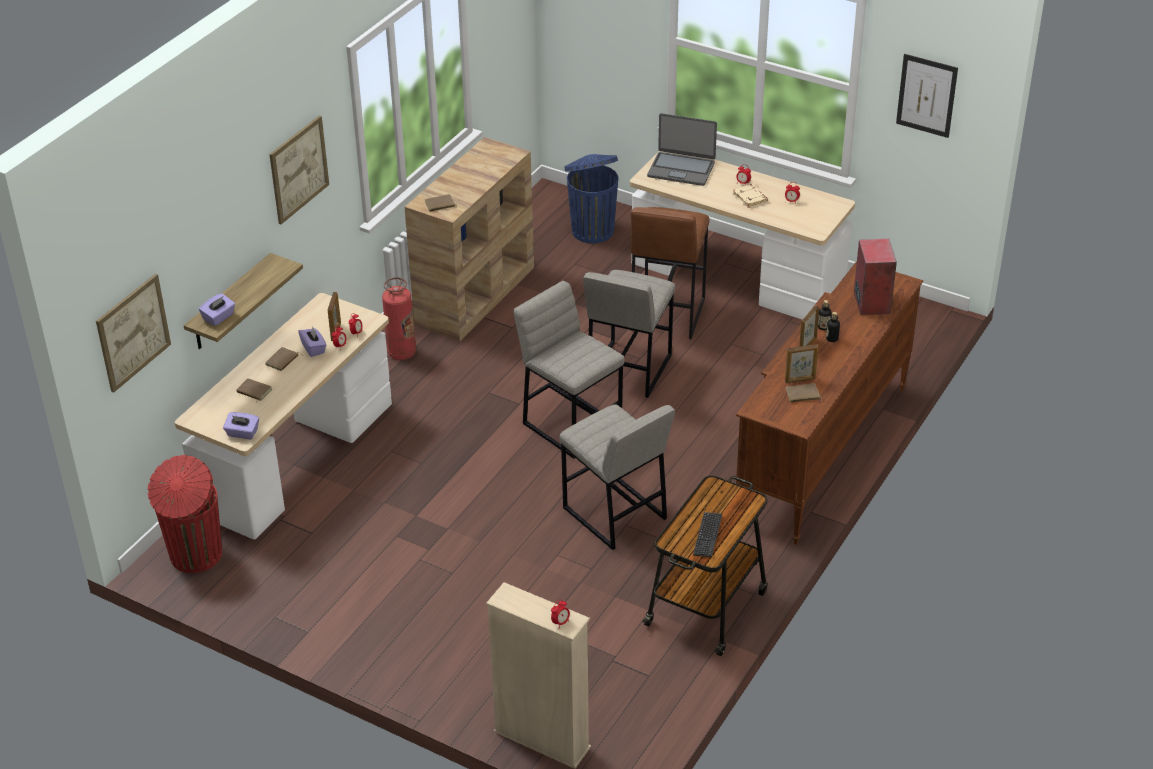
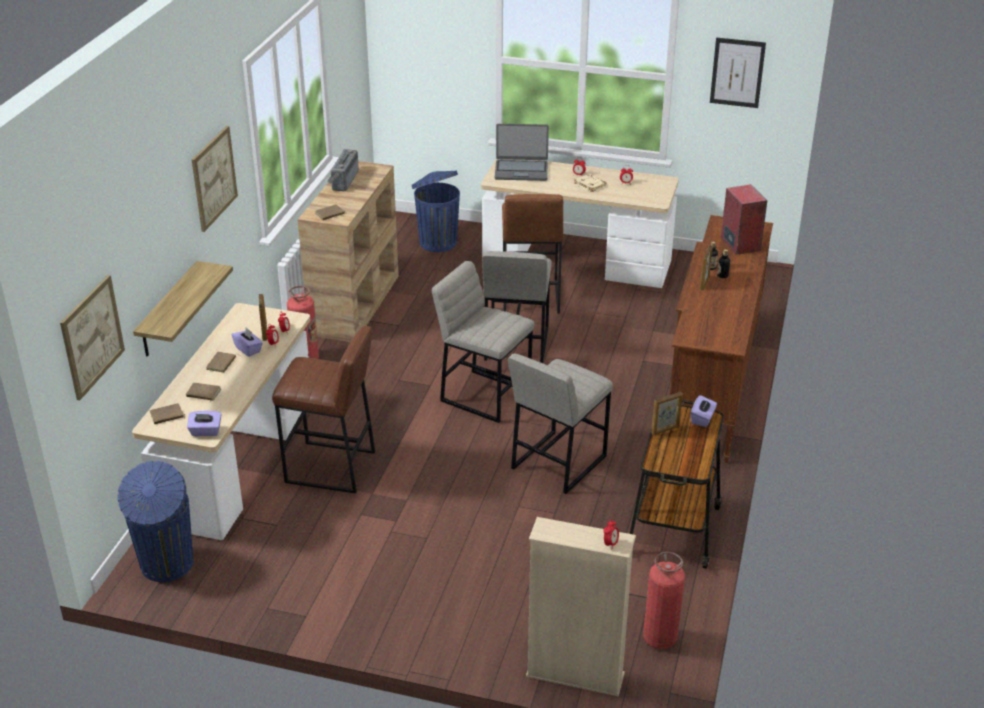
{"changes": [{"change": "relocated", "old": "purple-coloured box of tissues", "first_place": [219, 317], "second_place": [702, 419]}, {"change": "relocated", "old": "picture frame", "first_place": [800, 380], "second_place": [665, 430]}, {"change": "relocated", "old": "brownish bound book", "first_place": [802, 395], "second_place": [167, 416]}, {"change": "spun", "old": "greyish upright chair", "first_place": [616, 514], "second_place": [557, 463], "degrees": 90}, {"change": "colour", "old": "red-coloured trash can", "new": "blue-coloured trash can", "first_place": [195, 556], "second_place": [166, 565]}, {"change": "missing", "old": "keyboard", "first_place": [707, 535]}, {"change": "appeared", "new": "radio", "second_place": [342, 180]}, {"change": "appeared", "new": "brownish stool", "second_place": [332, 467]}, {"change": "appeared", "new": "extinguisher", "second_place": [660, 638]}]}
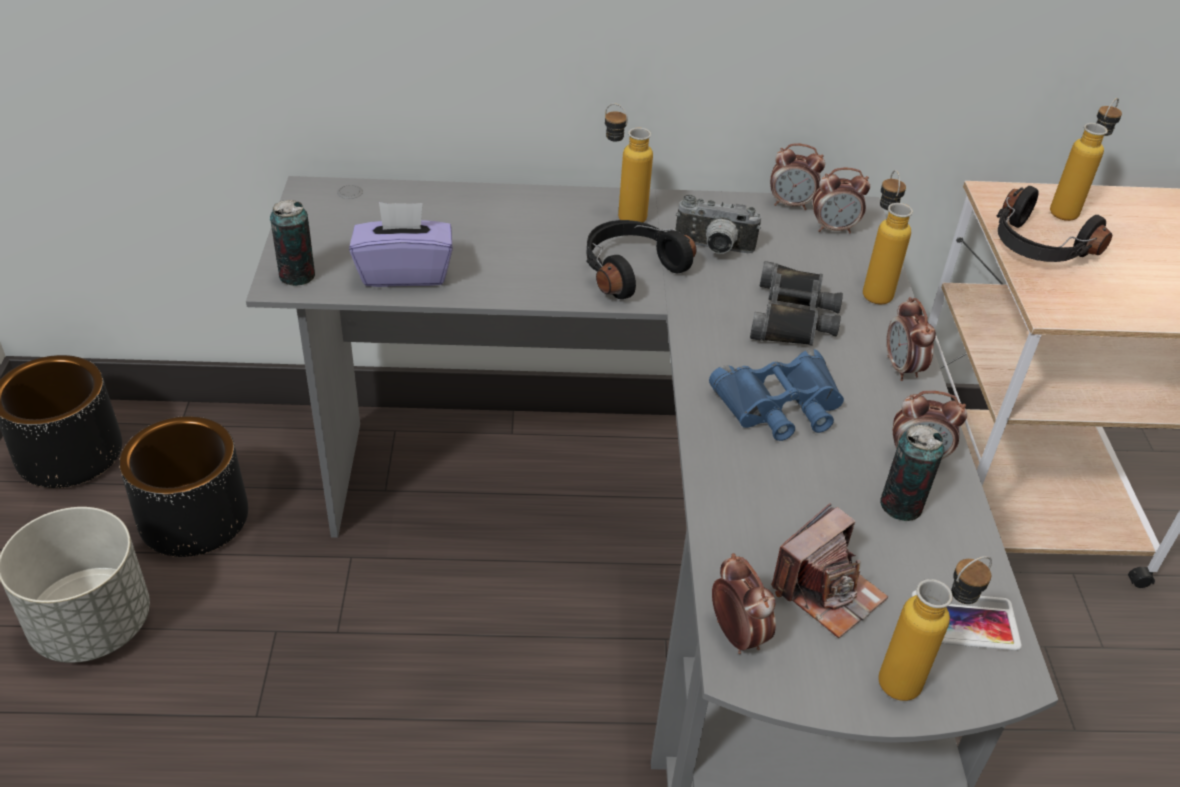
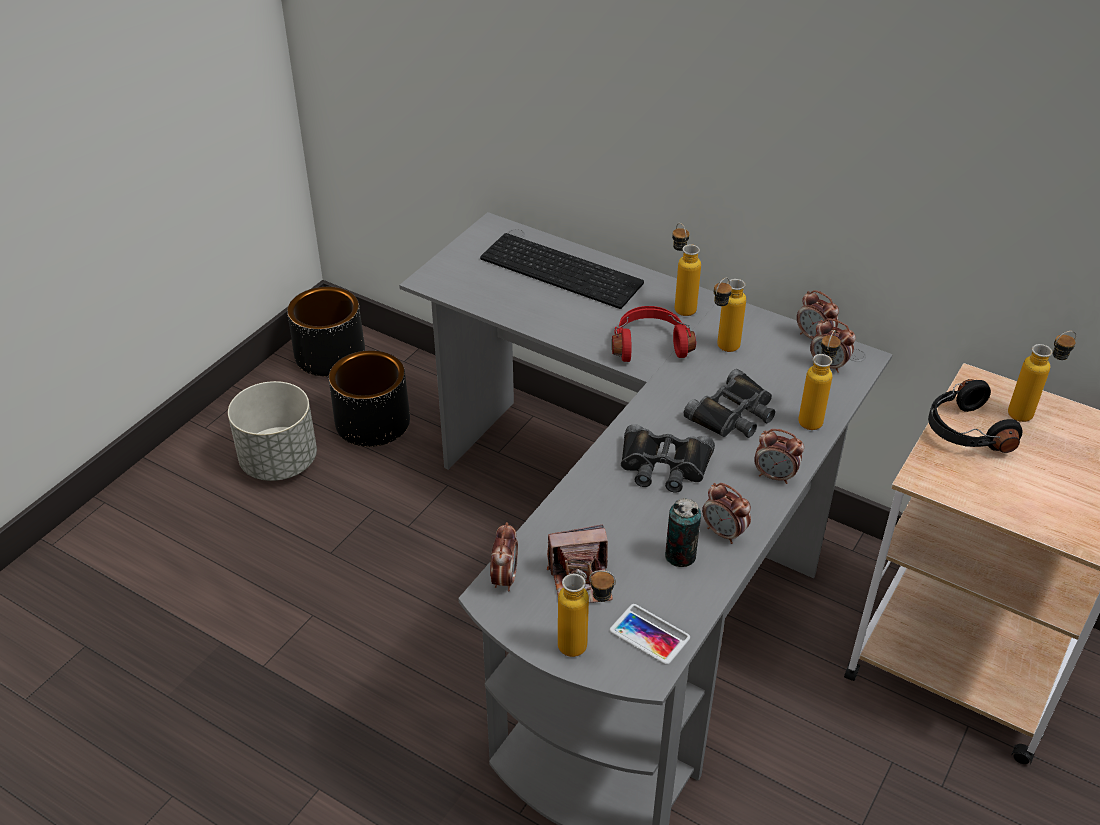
{"changes": [{"change": "exchanged", "old": "still camera", "new": "drink bottle", "first_place": [713, 249], "second_place": [722, 350]}, {"change": "missing", "old": "sealed can", "first_place": [297, 276]}, {"change": "missing", "old": "purple-coloured box of tissues", "first_place": [404, 272]}, {"change": "colour", "old": "black pair of headphones", "new": "red-coloured pair of headphones", "first_place": [629, 269], "second_place": [649, 344]}, {"change": "spun", "old": "table clock", "first_place": [902, 369], "second_place": [775, 476], "degrees": -90}, {"change": "colour", "old": "blue-coloured field glasses", "new": "black field glasses", "first_place": [780, 405], "second_place": [663, 466]}, {"change": "appeared", "new": "keyboard", "second_place": [564, 270]}]}
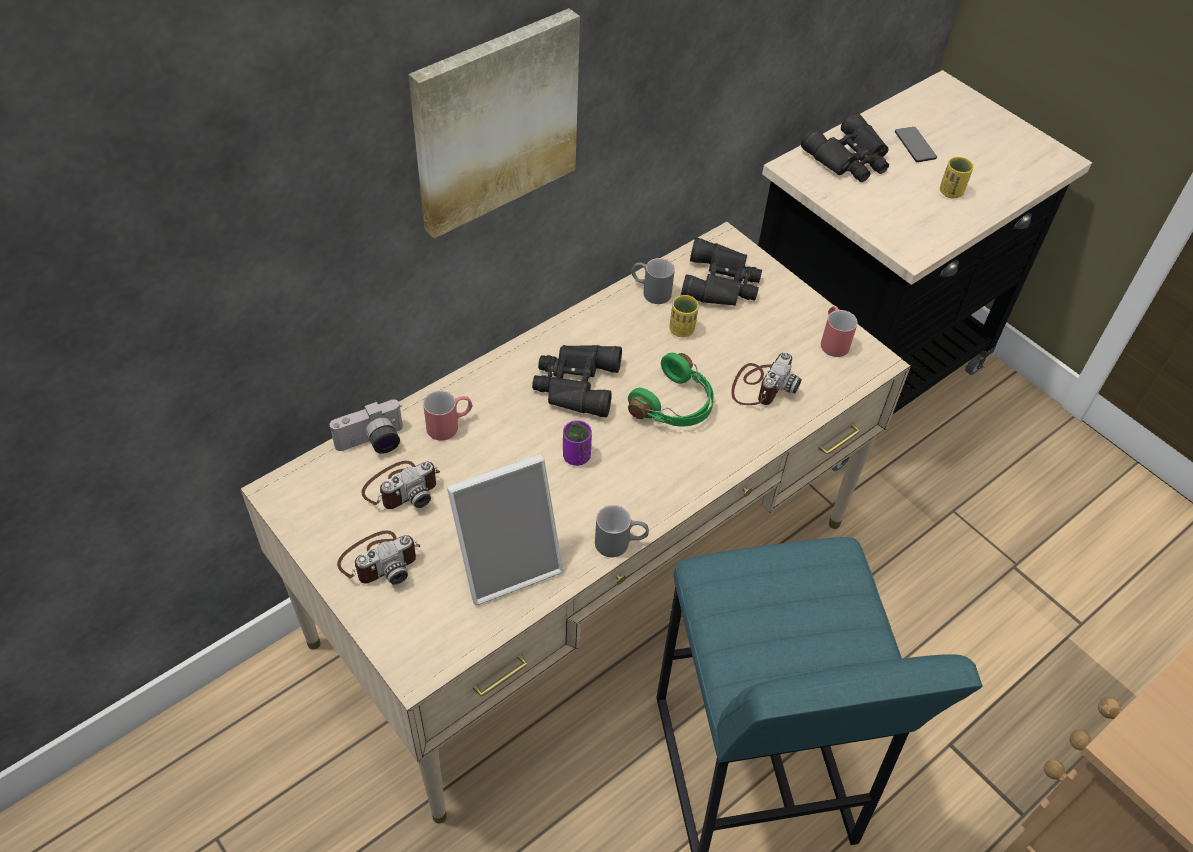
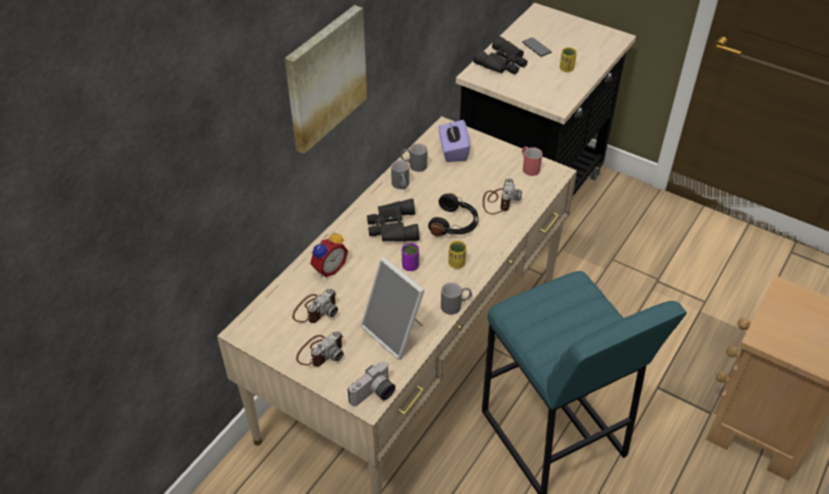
{"changes": [{"change": "exchanged", "old": "black field glasses", "new": "purple-coloured box of tissues", "first_place": [722, 283], "second_place": [453, 151]}, {"change": "relocated", "old": "yellow cup", "first_place": [681, 330], "second_place": [456, 263]}, {"change": "colour", "old": "green-coloured pair of headphones", "new": "black pair of headphones", "first_place": [675, 405], "second_place": [455, 224]}, {"change": "exchanged", "old": "red-coloured mug", "new": "table clock", "first_place": [450, 425], "second_place": [328, 268]}, {"change": "relocated", "old": "still camera", "first_place": [372, 443], "second_place": [374, 395]}, {"change": "spun", "old": "picture frame", "first_place": [507, 562], "second_place": [395, 332], "degrees": 90}, {"change": "appeared", "new": "greyish mug", "second_place": [401, 186]}]}
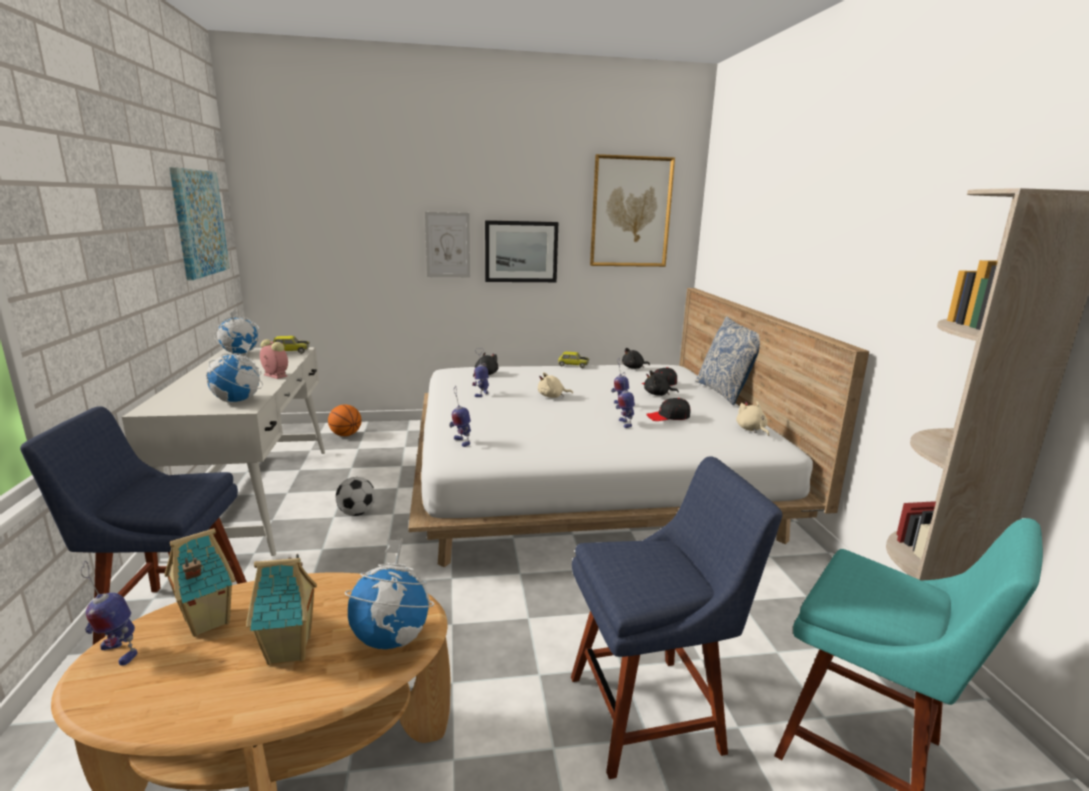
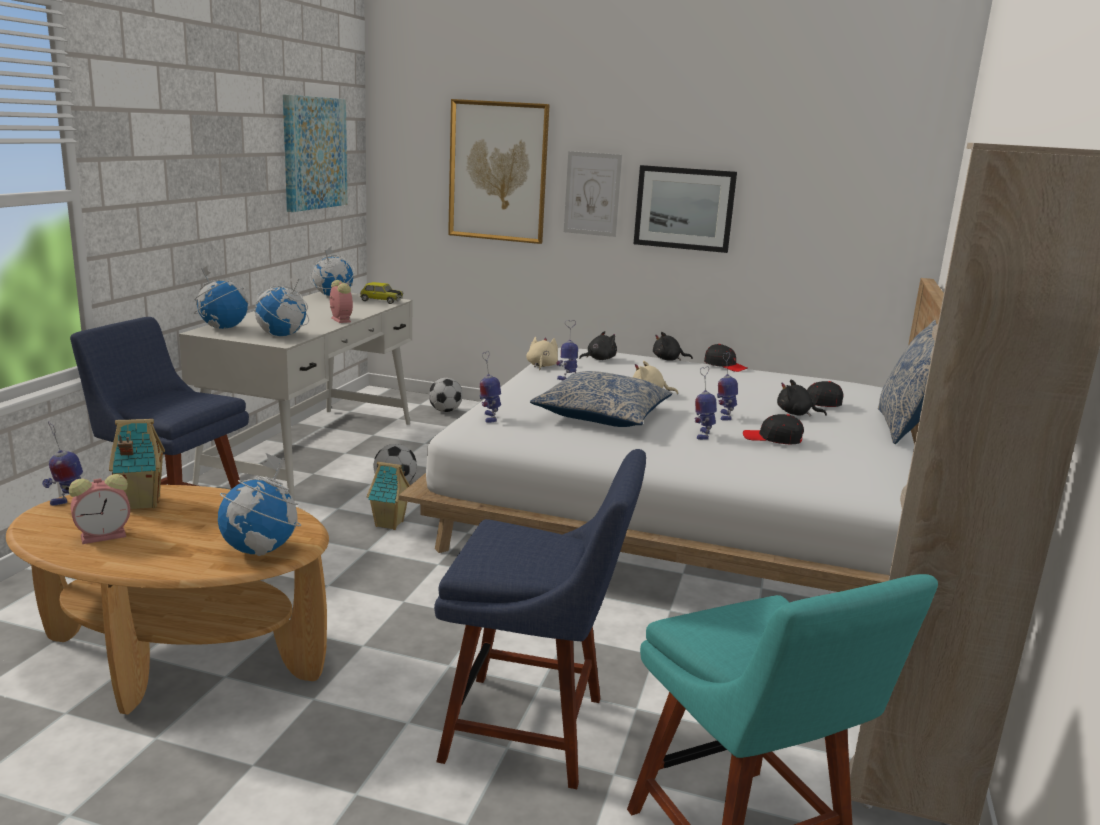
{"changes": [{"change": "relocated", "old": "wall picture", "first_place": [630, 212], "second_place": [498, 171]}, {"change": "relocated", "old": "black plush toy", "first_place": [634, 368], "second_place": [668, 359]}, {"change": "exchanged", "old": "model car", "new": "black peaked cap", "first_place": [573, 365], "second_place": [725, 366]}, {"change": "relocated", "old": "beige plush toy", "first_place": [751, 429], "second_place": [541, 366]}, {"change": "exchanged", "old": "ball for basketball", "new": "football ball", "first_place": [346, 435], "second_place": [445, 411]}, {"change": "relocated", "old": "toy house", "first_place": [290, 651], "second_place": [390, 524]}, {"change": "spun", "old": "robot figure", "first_place": [117, 653], "second_place": [69, 505], "degrees": -45}, {"change": "appeared", "new": "desk globe", "second_place": [223, 328]}, {"change": "appeared", "new": "cushion", "second_place": [602, 414]}, {"change": "appeared", "new": "table clock", "second_place": [105, 535]}]}
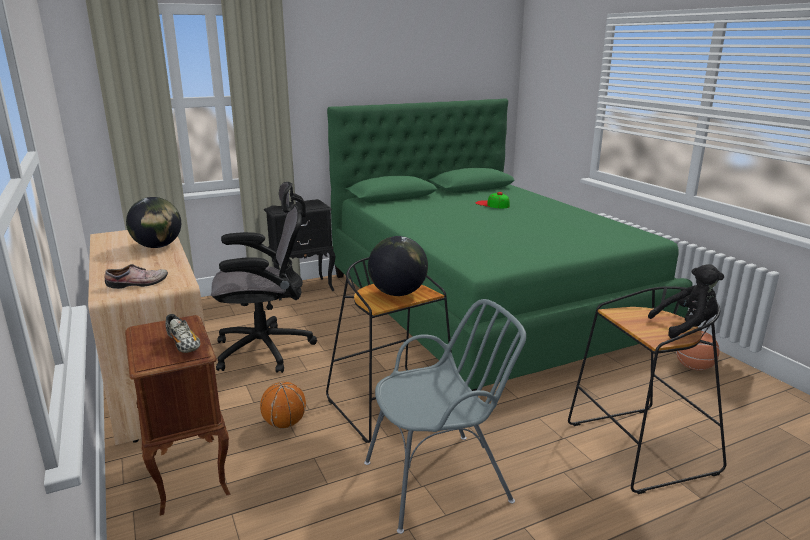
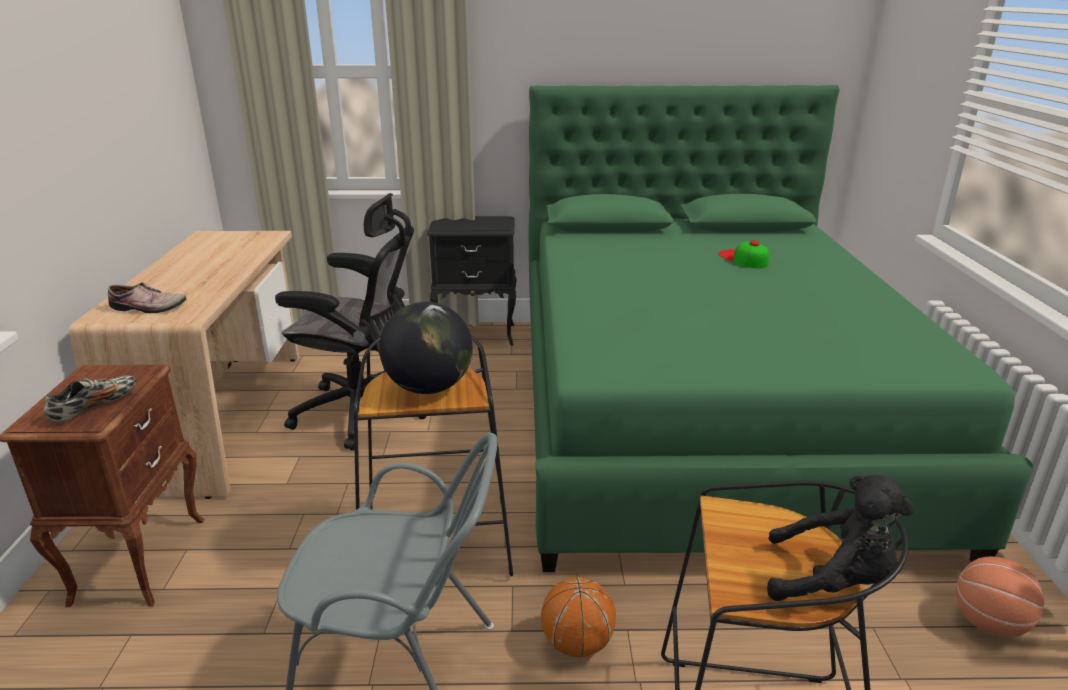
{"changes": [{"change": "missing", "old": "desk globe", "first_place": [157, 246]}, {"change": "spun", "old": "item of footwear", "first_place": [184, 345], "second_place": [95, 407], "degrees": -135}, {"change": "relocated", "old": "ball for basketball", "first_place": [284, 424], "second_place": [577, 644]}]}
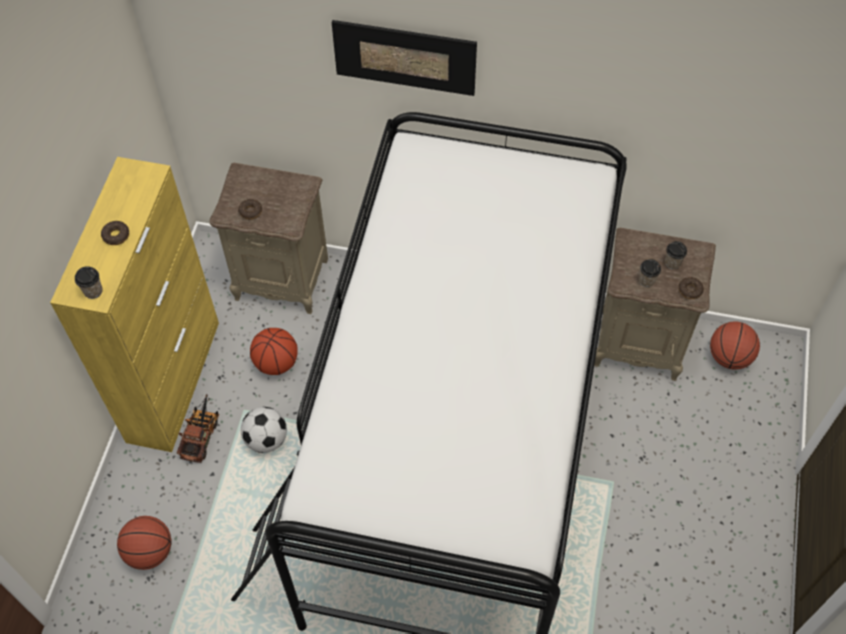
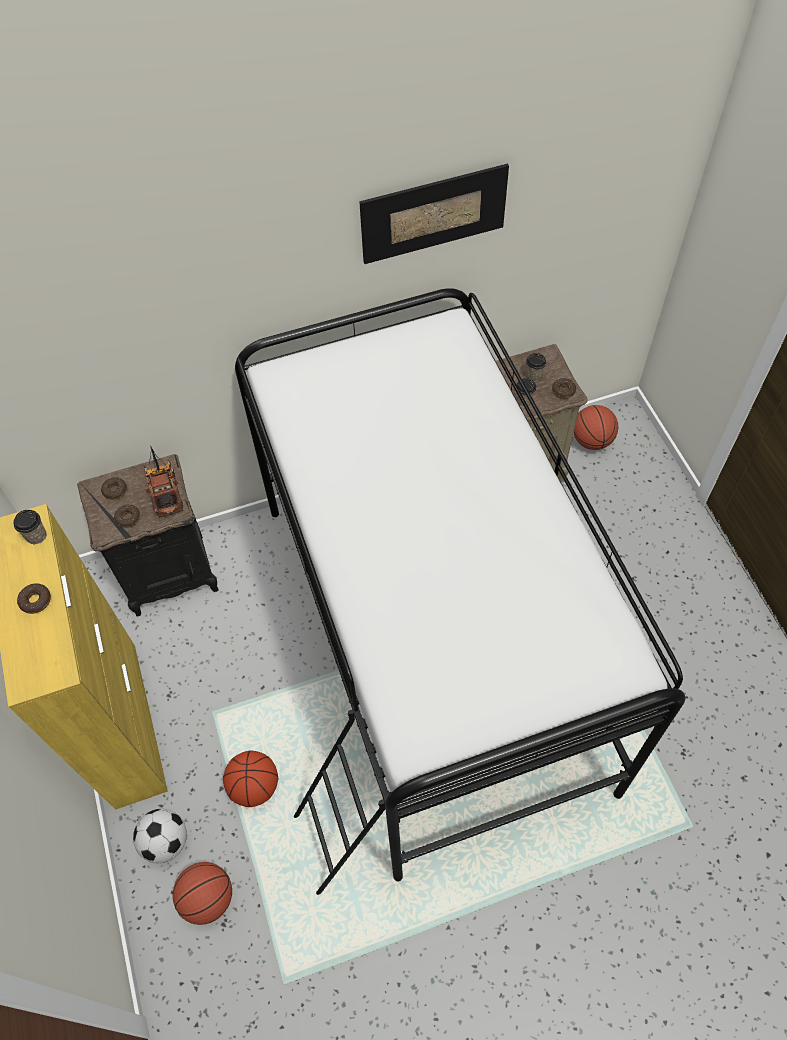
{"changes": [{"change": "relocated", "old": "wall picture", "first_place": [404, 57], "second_place": [433, 213]}, {"change": "colour", "old": "beige bedside table", "new": "black bedside table", "first_place": [282, 281], "second_place": [171, 575]}, {"change": "relocated", "old": "cup", "first_place": [93, 291], "second_place": [36, 536]}, {"change": "relocated", "old": "ball for basketball", "first_place": [276, 363], "second_place": [254, 786]}, {"change": "relocated", "old": "model truck", "first_place": [201, 434], "second_place": [164, 489]}, {"change": "relocated", "old": "football ball", "first_place": [266, 439], "second_place": [166, 841]}, {"change": "appeared", "new": "doughnut", "second_place": [115, 490]}]}
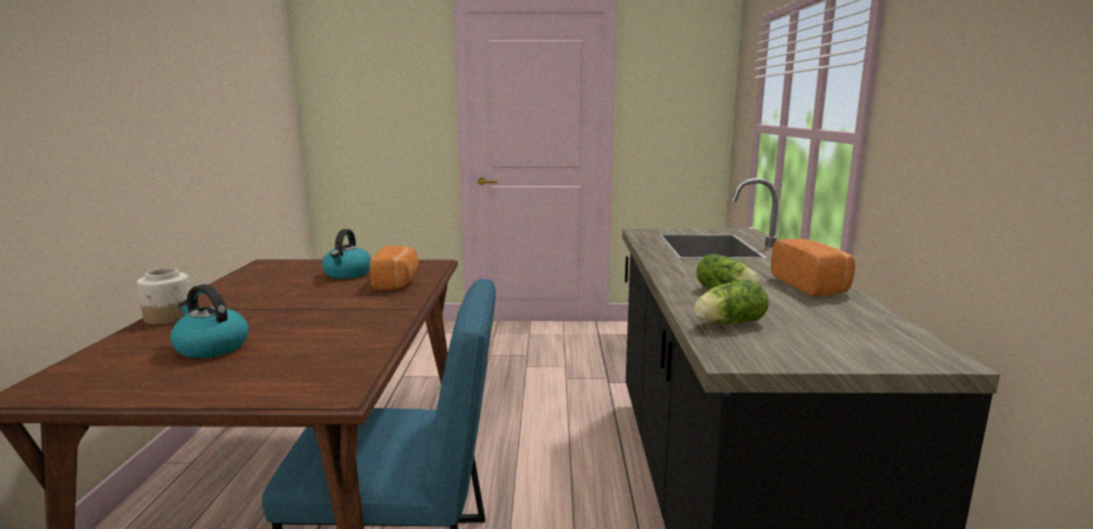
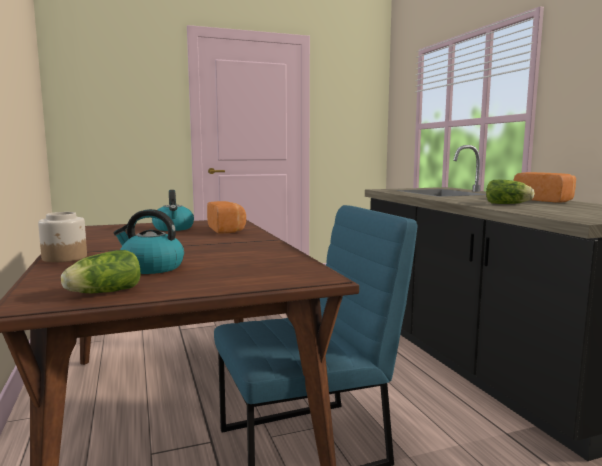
{"changes": [{"change": "relocated", "old": "head of lettuce", "first_place": [727, 323], "second_place": [102, 292]}]}
